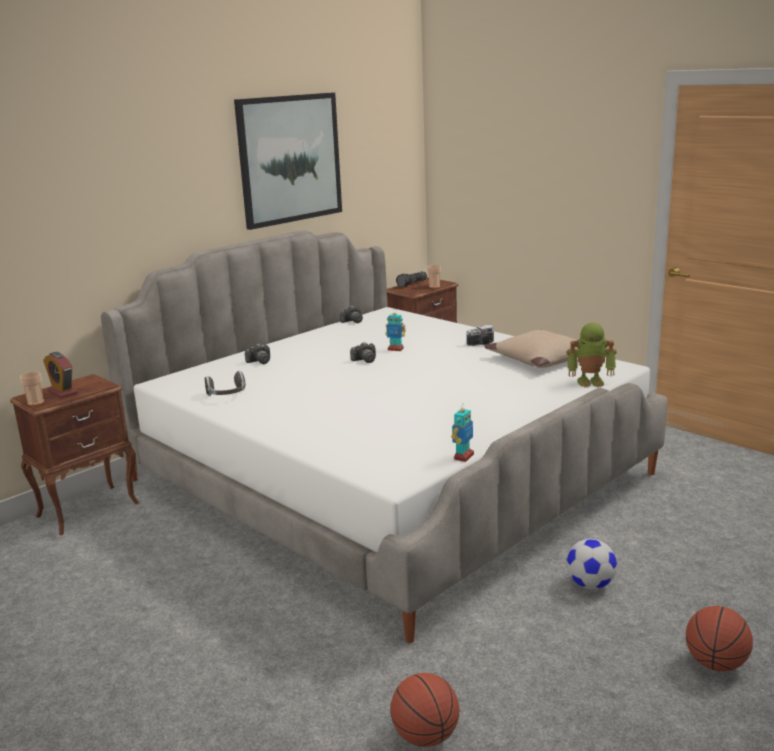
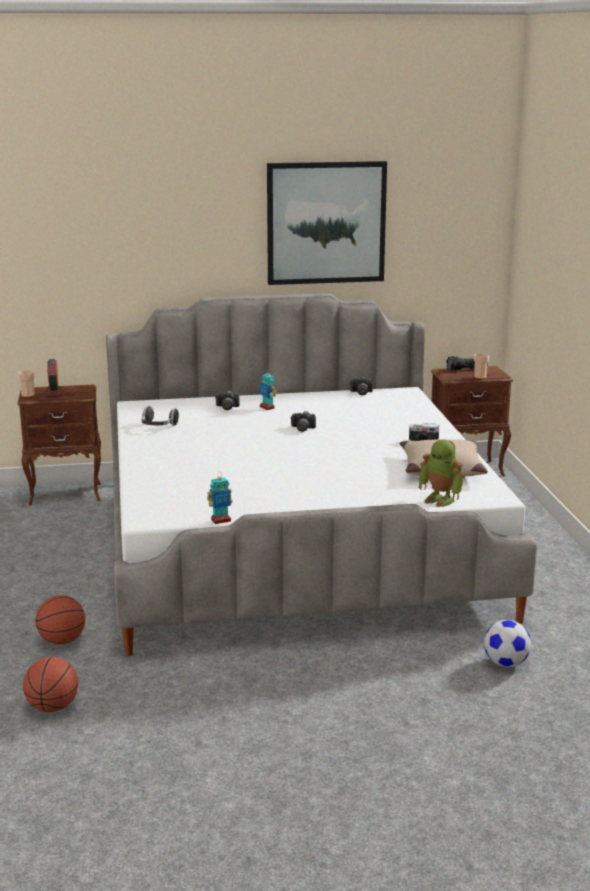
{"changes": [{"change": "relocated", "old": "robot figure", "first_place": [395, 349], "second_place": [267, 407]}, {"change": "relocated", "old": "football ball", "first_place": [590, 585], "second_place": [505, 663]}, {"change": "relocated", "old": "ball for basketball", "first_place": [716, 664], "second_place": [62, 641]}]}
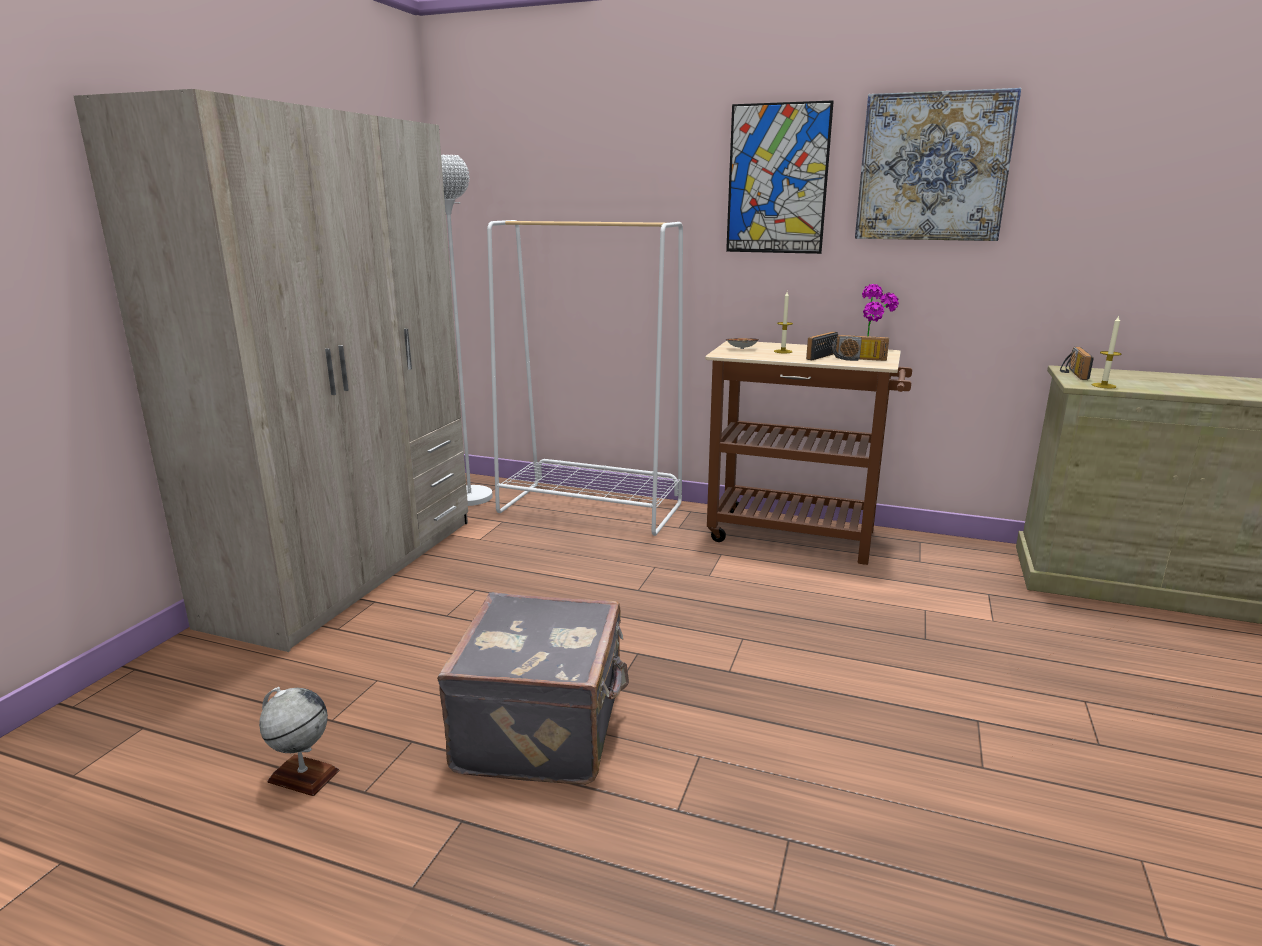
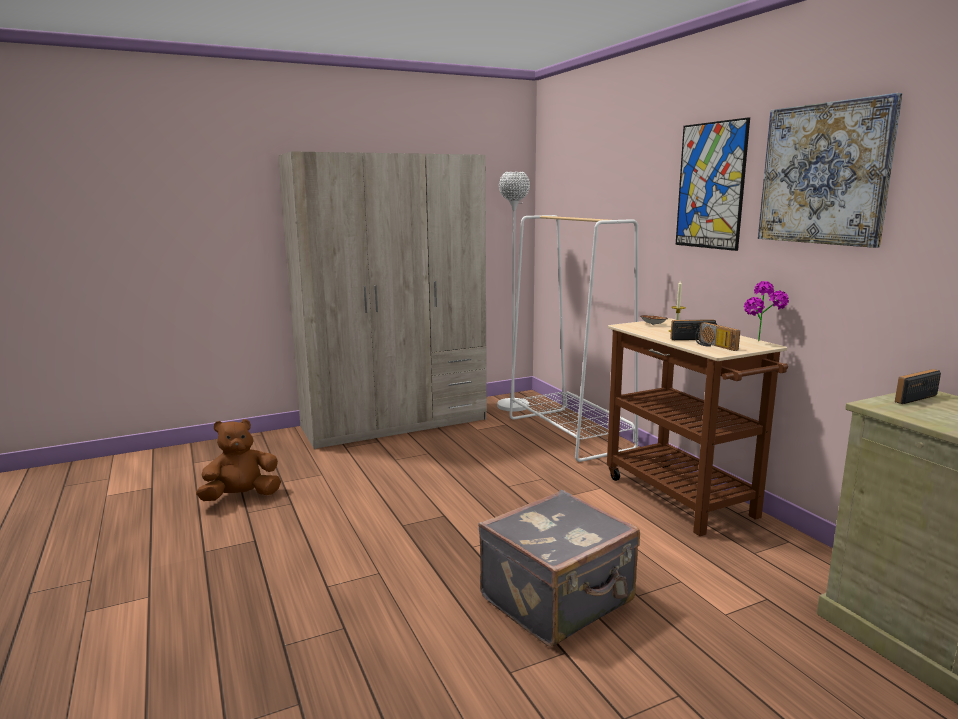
{"changes": [{"change": "missing", "old": "candle", "first_place": [1103, 385]}, {"change": "relocated", "old": "greyish travel case", "first_place": [544, 728], "second_place": [559, 600]}, {"change": "exchanged", "old": "desk globe", "new": "brownish plush toy", "first_place": [303, 776], "second_place": [241, 496]}]}
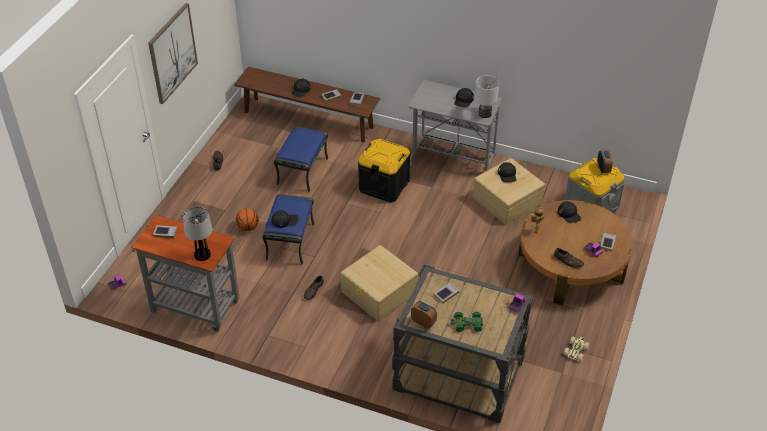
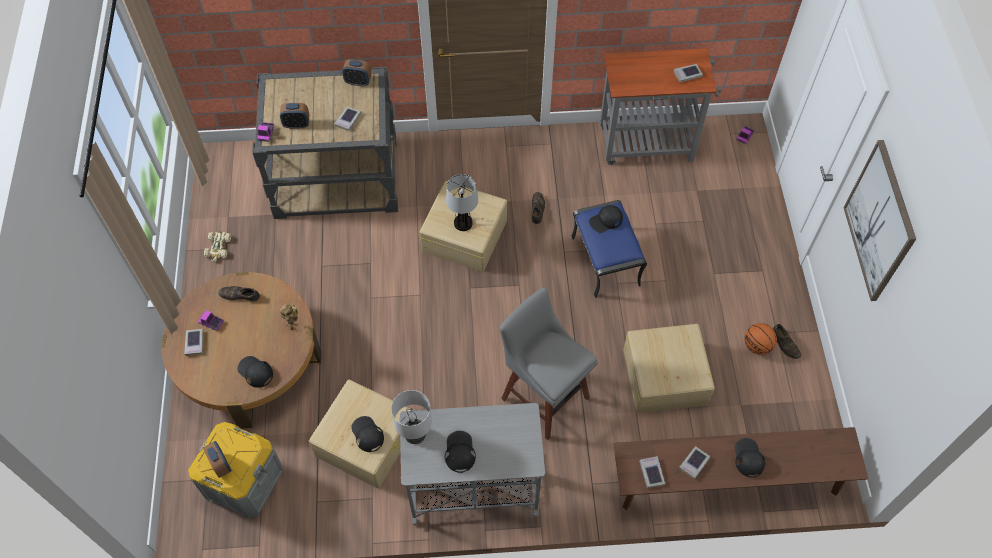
{"changes": [{"change": "exchanged", "old": "blue-coloured footrest", "new": "beige storage bin", "first_place": [303, 171], "second_place": [664, 375]}, {"change": "exchanged", "old": "black storage bin", "new": "greyish stool", "first_place": [384, 185], "second_place": [544, 396]}, {"change": "relocated", "old": "tabletop lamp", "first_place": [202, 255], "second_place": [463, 223]}, {"change": "relocated", "old": "ball for basketball", "first_place": [248, 227], "second_place": [757, 345]}, {"change": "missing", "old": "green-coloured model car", "first_place": [467, 324]}, {"change": "appeared", "new": "table clock", "second_place": [297, 124]}]}
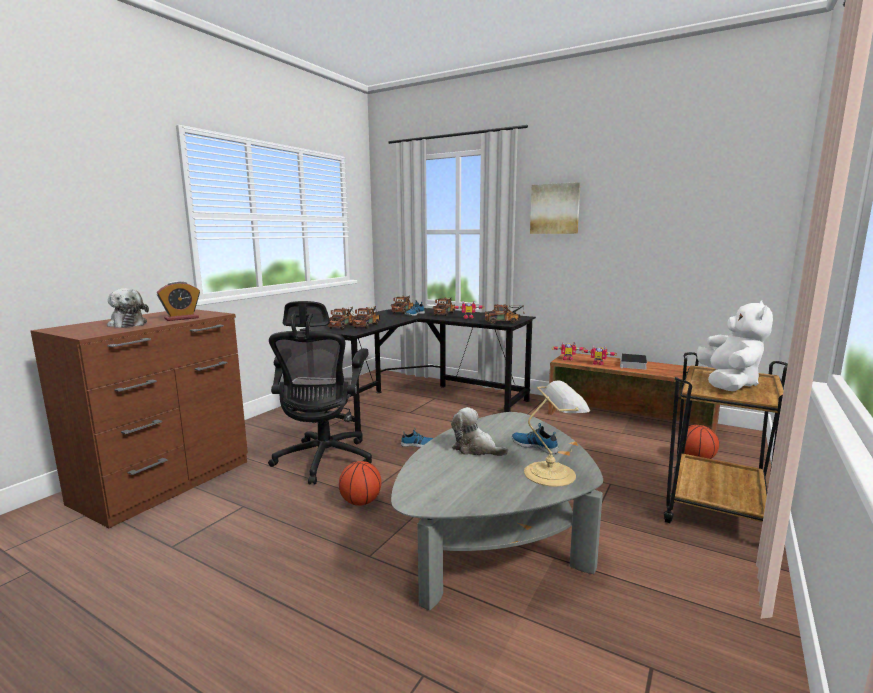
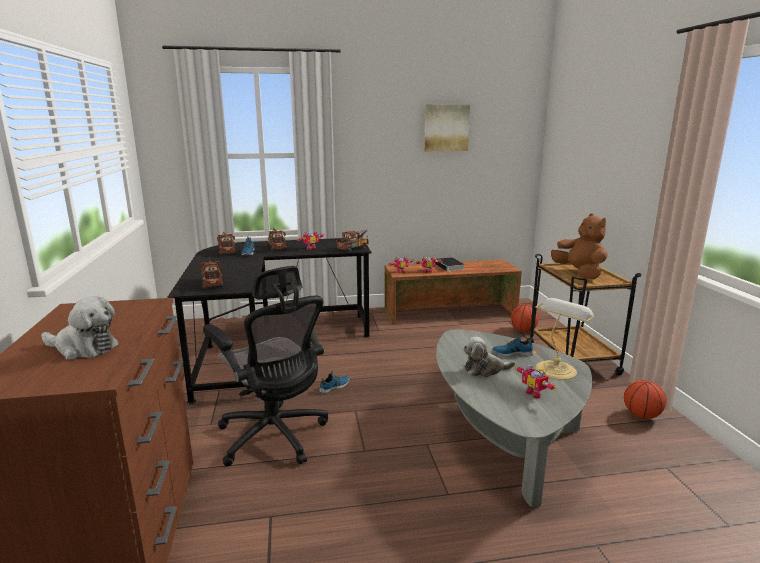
{"changes": [{"change": "relocated", "old": "wall picture", "first_place": [555, 209], "second_place": [446, 128]}, {"change": "missing", "old": "table clock", "first_place": [181, 318]}, {"change": "colour", "old": "whitish plush toy", "new": "brownish plush toy", "first_place": [728, 384], "second_place": [579, 273]}, {"change": "missing", "old": "model truck", "first_place": [367, 325]}, {"change": "relocated", "old": "ball for basketball", "first_place": [360, 502], "second_place": [641, 415]}, {"change": "appeared", "new": "robot figure", "second_place": [535, 393]}]}
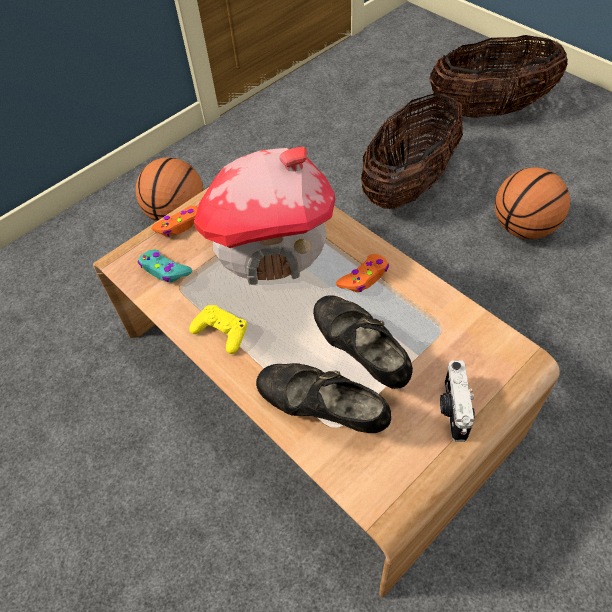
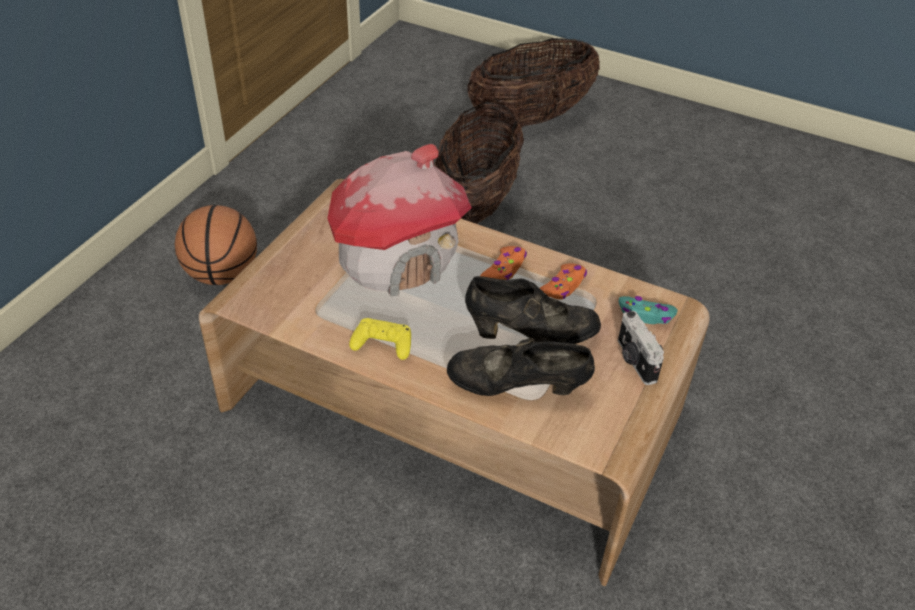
{"changes": [{"change": "missing", "old": "ball for basketball", "first_place": [523, 227]}, {"change": "relocated", "old": "orange joypad", "first_place": [179, 225], "second_place": [562, 287]}, {"change": "relocated", "old": "turquoise-coloured joypad", "first_place": [165, 270], "second_place": [646, 315]}, {"change": "spun", "old": "black item of footwear", "first_place": [360, 354], "second_place": [530, 334], "degrees": 150}]}
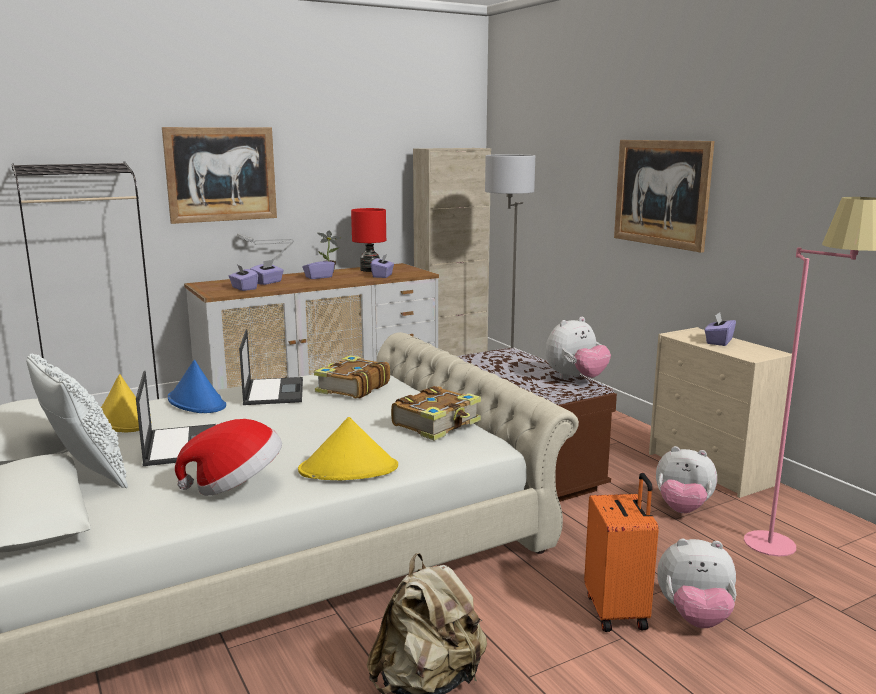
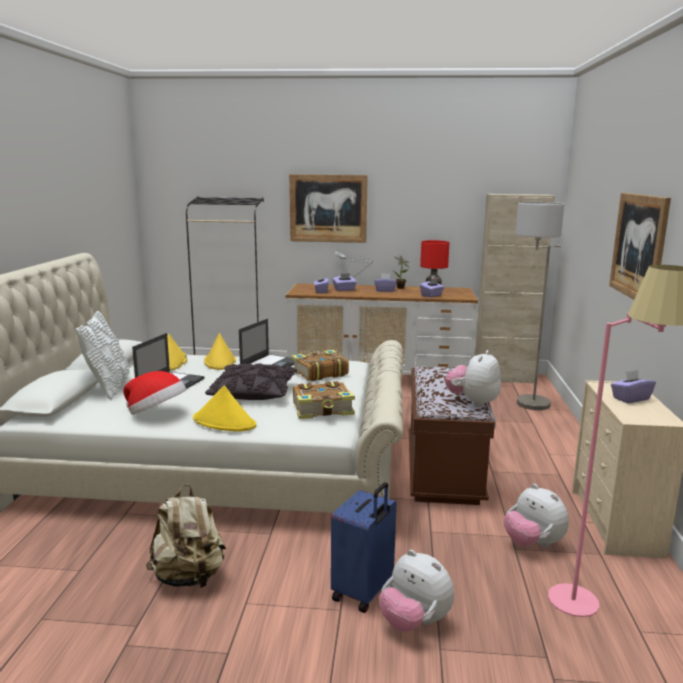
{"changes": [{"change": "spun", "old": "plush toy", "first_place": [575, 378], "second_place": [473, 402], "degrees": 120}, {"change": "colour", "old": "blue-coloured clothing hat", "new": "yellow clothing hat", "first_place": [197, 402], "second_place": [220, 361]}, {"change": "colour", "old": "orange travel case", "new": "blue-coloured travel case", "first_place": [617, 611], "second_place": [363, 592]}, {"change": "appeared", "new": "black cushion", "second_place": [253, 393]}]}
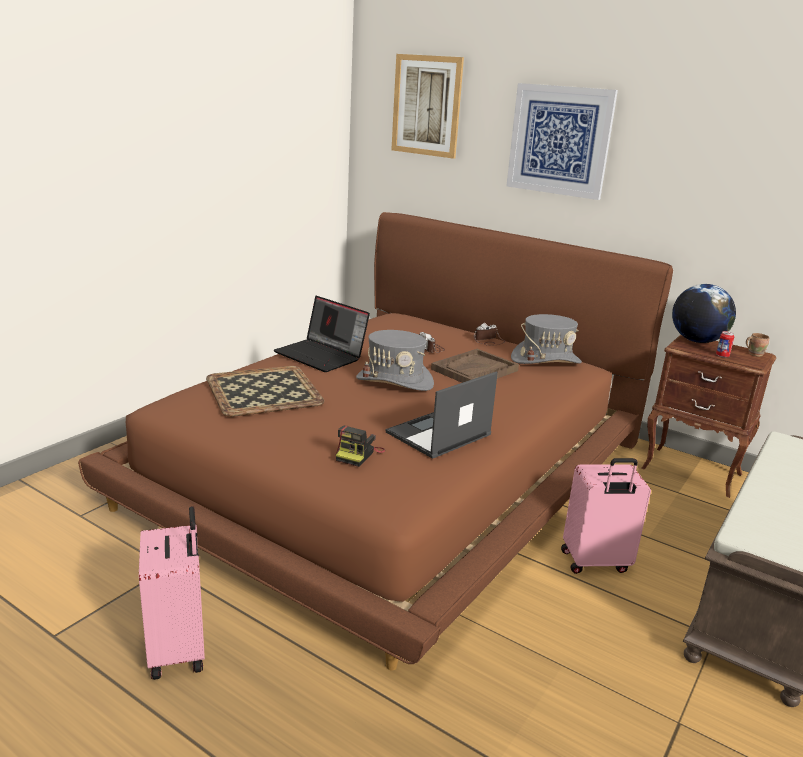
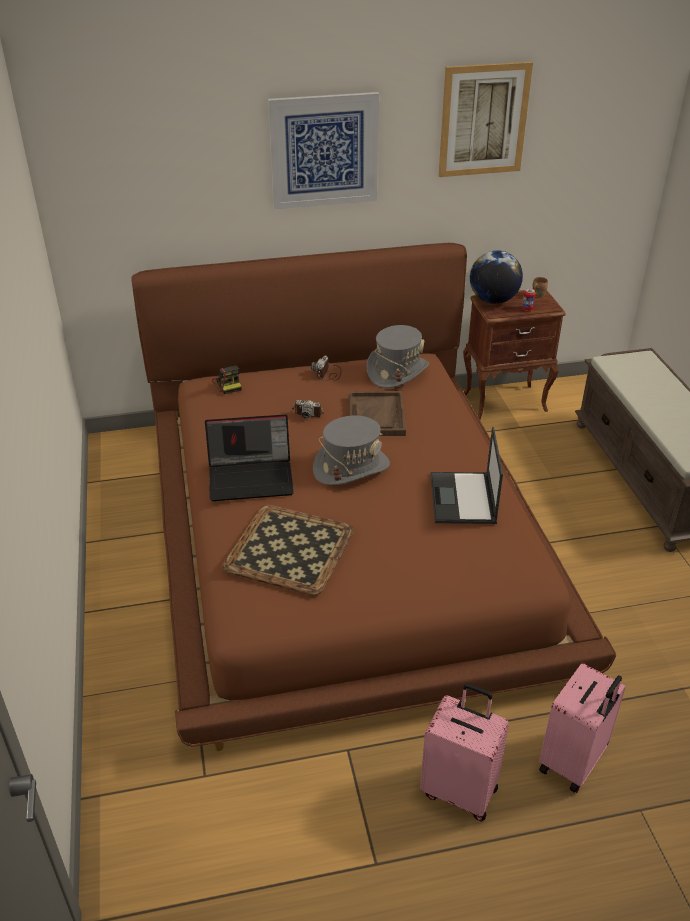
{"changes": [{"change": "relocated", "old": "wall picture", "first_place": [426, 106], "second_place": [483, 120]}, {"change": "relocated", "old": "still camera", "first_place": [358, 454], "second_place": [228, 384]}, {"change": "relocated", "old": "pink-coloured travel case", "first_place": [595, 562], "second_place": [573, 762]}]}
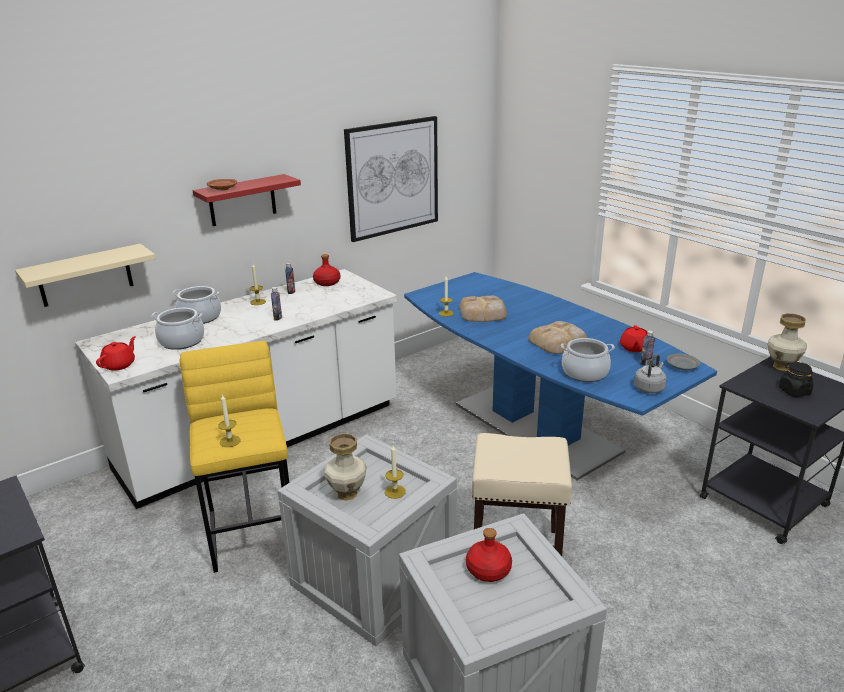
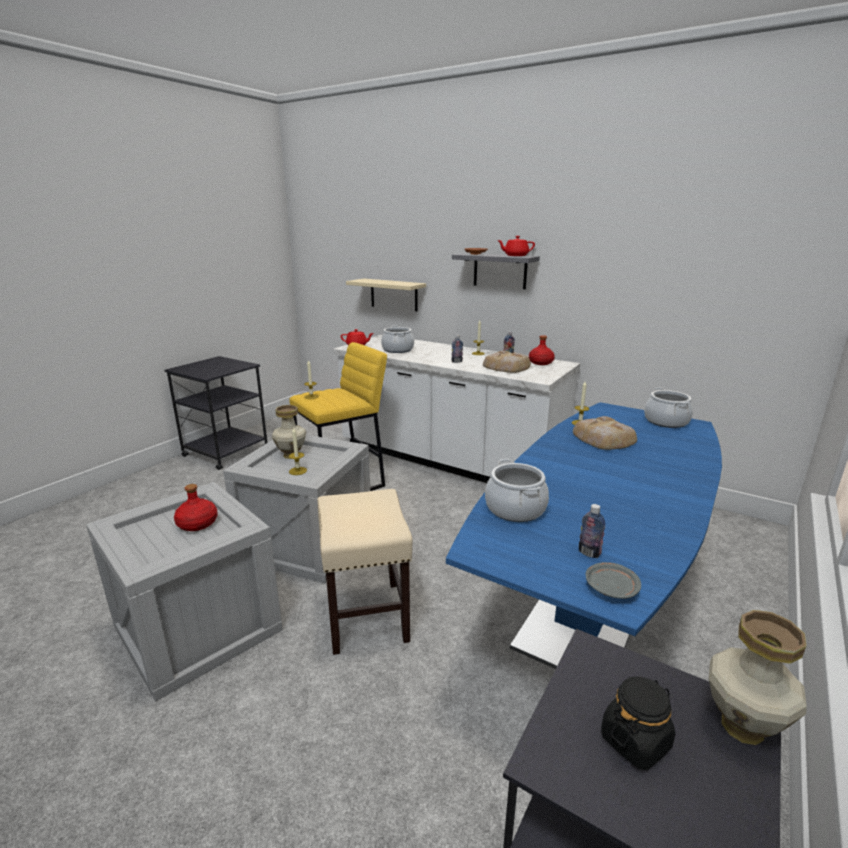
{"changes": [{"change": "missing", "old": "wall picture", "first_place": [393, 178]}, {"change": "colour", "old": "red-coloured wall shelf", "new": "greyish wall shelf", "first_place": [242, 200], "second_place": [500, 271]}, {"change": "relocated", "old": "stockpot", "first_place": [200, 317], "second_place": [666, 421]}, {"change": "relocated", "old": "baked bread", "first_place": [559, 342], "second_place": [507, 367]}, {"change": "relocated", "old": "red-coloured tea pot", "first_place": [634, 348], "second_place": [515, 255]}, {"change": "missing", "old": "greyish kettle", "first_place": [649, 388]}]}
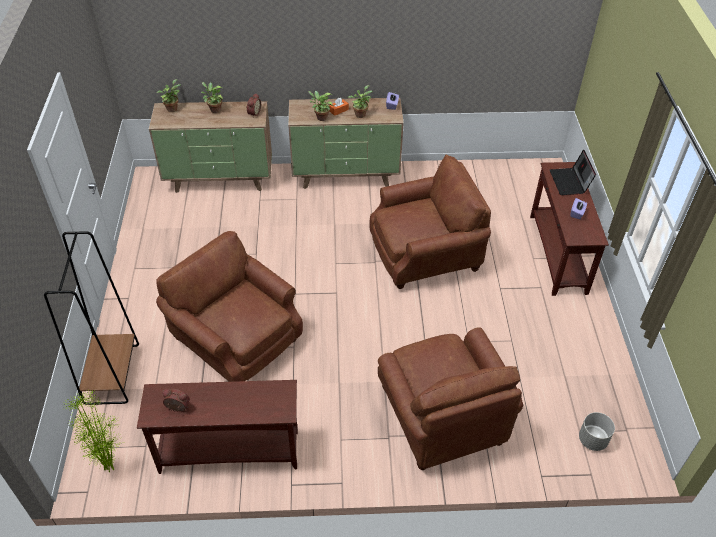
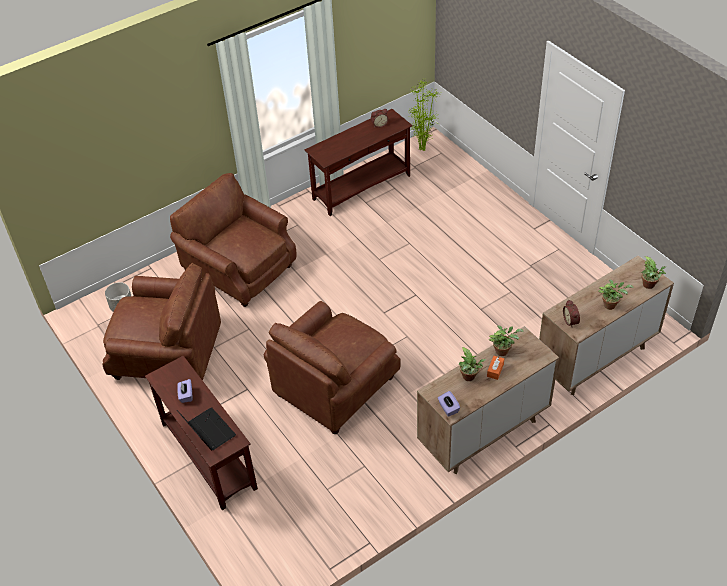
{"changes": [{"change": "missing", "old": "garment stand", "first_place": [112, 374]}, {"change": "relocated", "old": "brownish armchair", "first_place": [235, 339], "second_place": [167, 354]}]}
